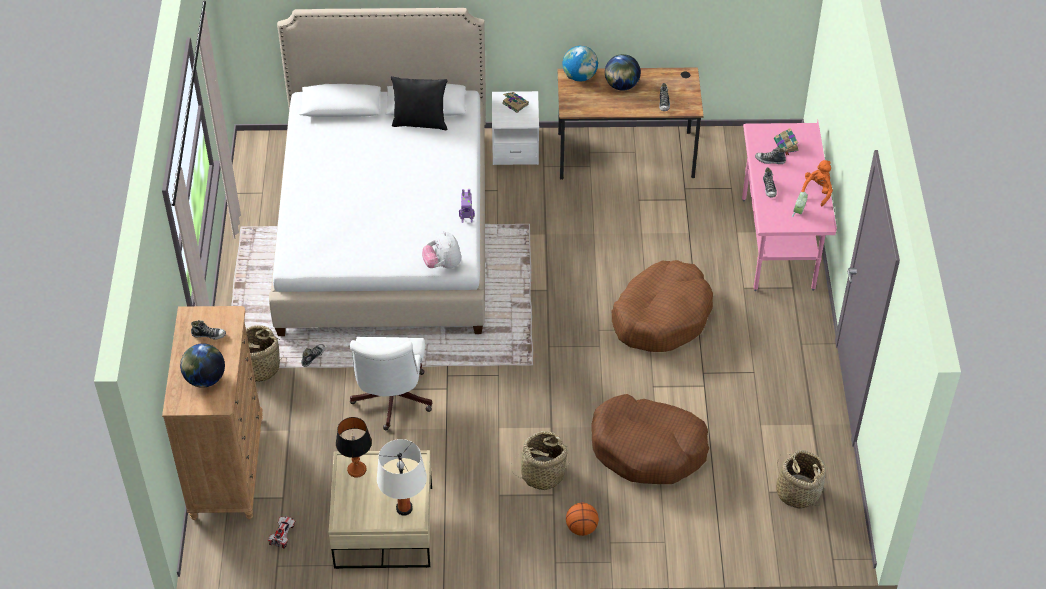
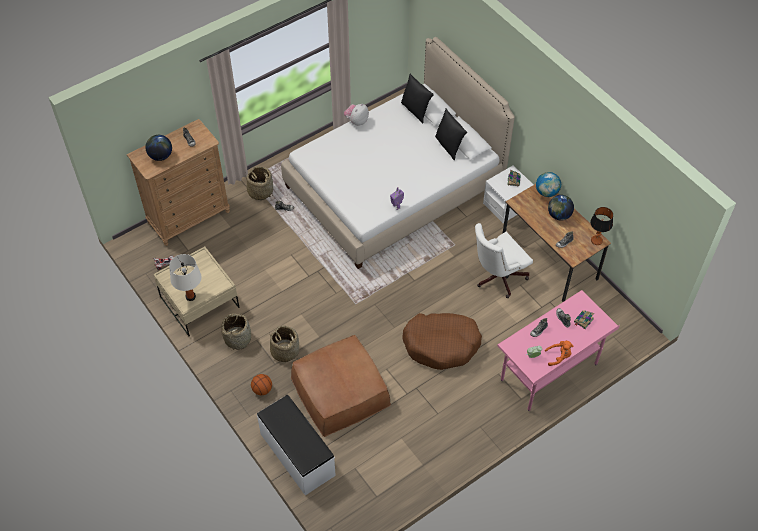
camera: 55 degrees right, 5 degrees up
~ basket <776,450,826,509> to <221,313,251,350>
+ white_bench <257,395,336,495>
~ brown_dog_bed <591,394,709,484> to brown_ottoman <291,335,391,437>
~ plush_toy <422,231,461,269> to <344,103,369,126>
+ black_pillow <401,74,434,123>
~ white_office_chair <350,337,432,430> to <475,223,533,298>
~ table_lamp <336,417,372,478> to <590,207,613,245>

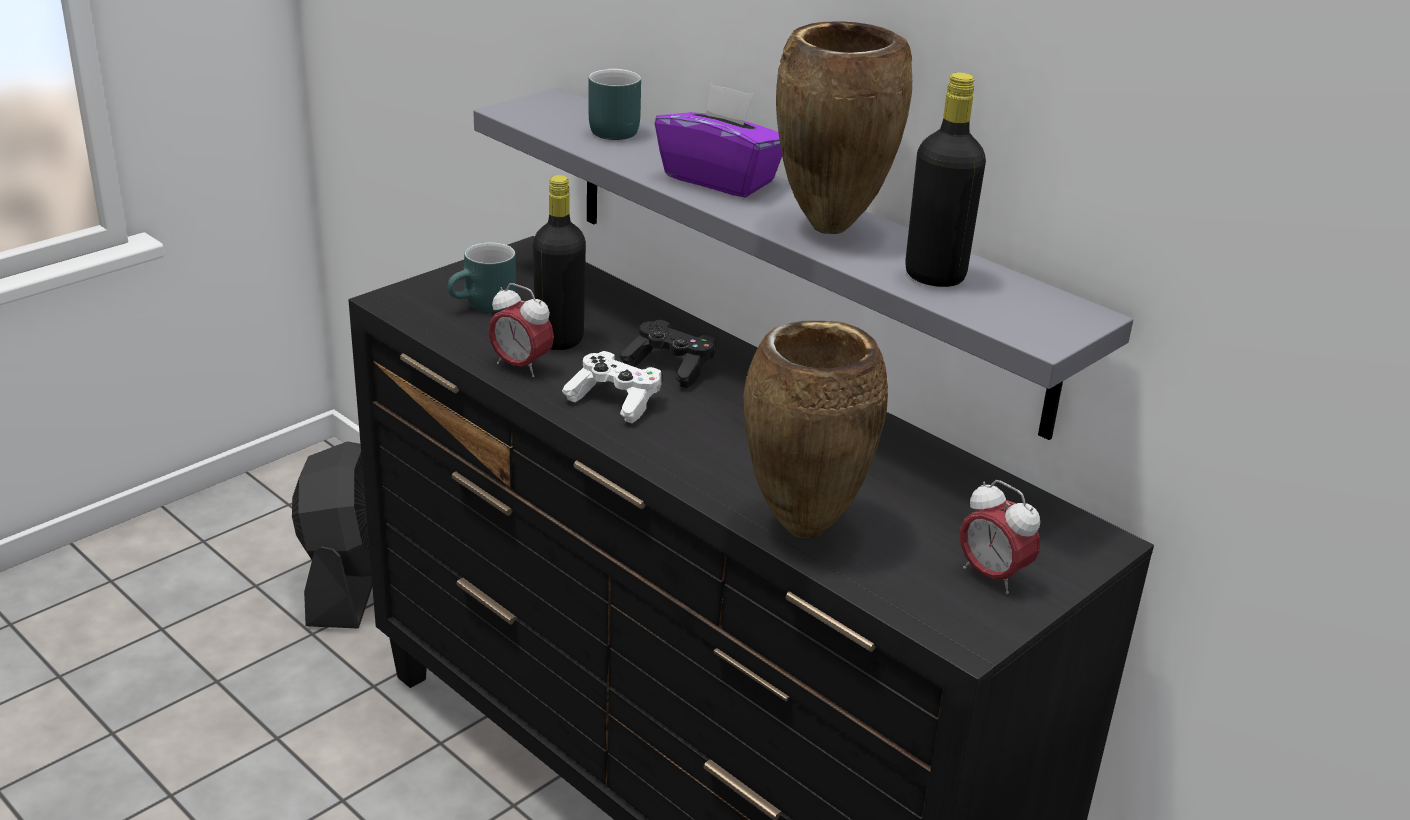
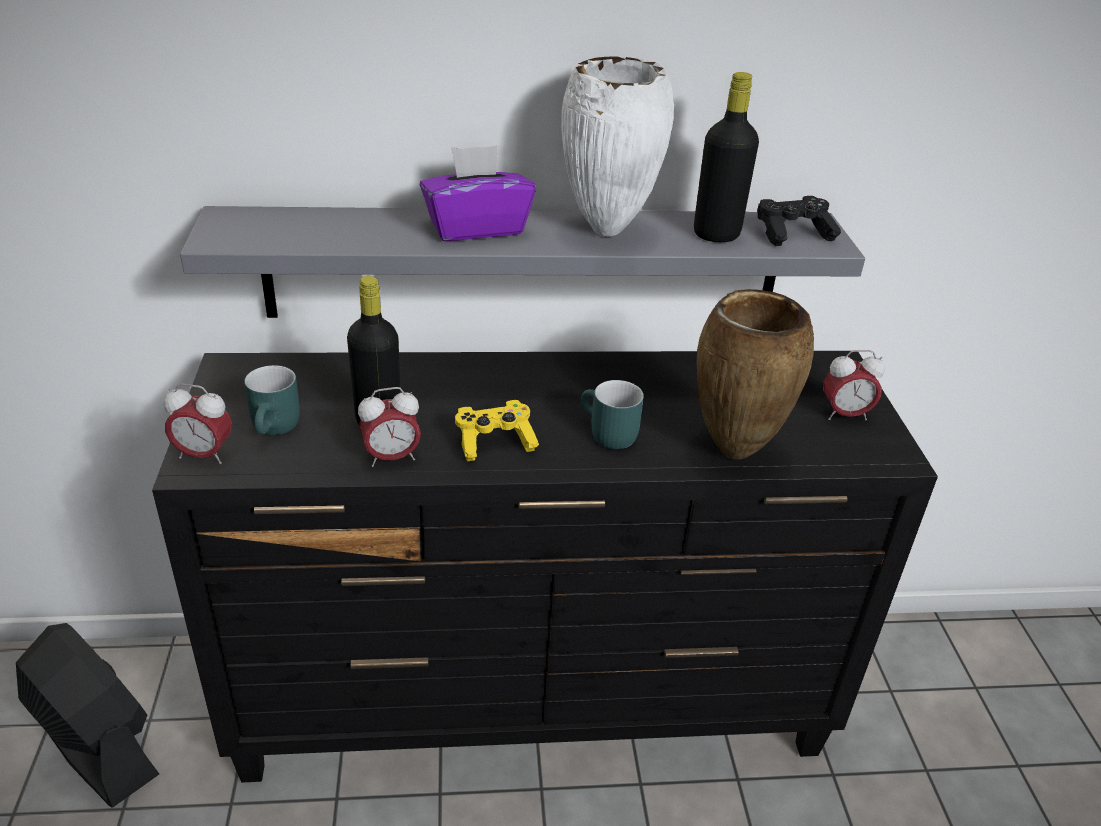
camera: 50 degrees left, 5 degrees up
+ alarm_clock <164,383,232,464>
~ white_game_controller <562,351,662,423> to yellow_game_controller <455,400,539,461>
~ brown_vase <776,22,912,234> to white_vase <561,57,674,237>
~ turquoise_mug <589,69,641,140> to <581,380,644,449>
~ black_game_controller <620,320,716,388> to <757,196,841,246>

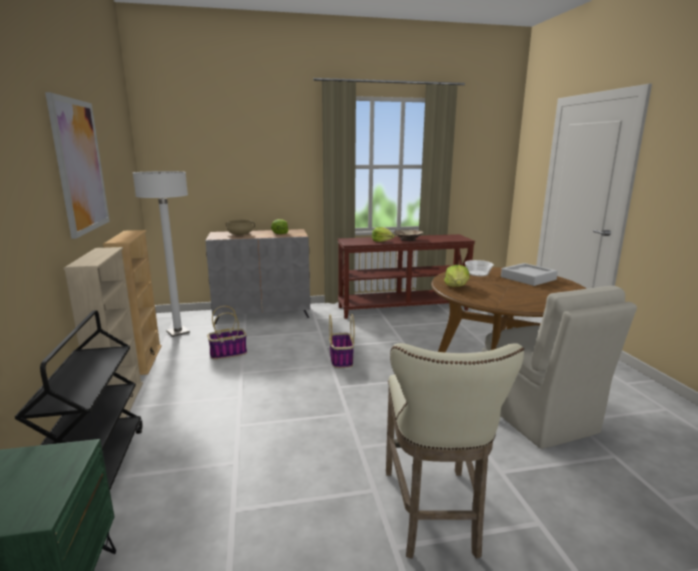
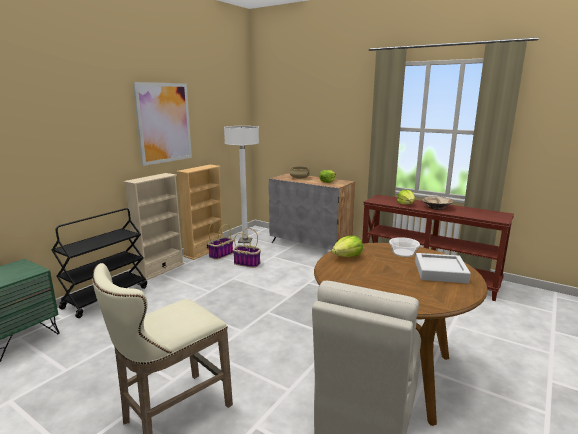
camera: 45 degrees right, 0 degrees up
~ basket <329,314,355,368> to <208,222,233,260>

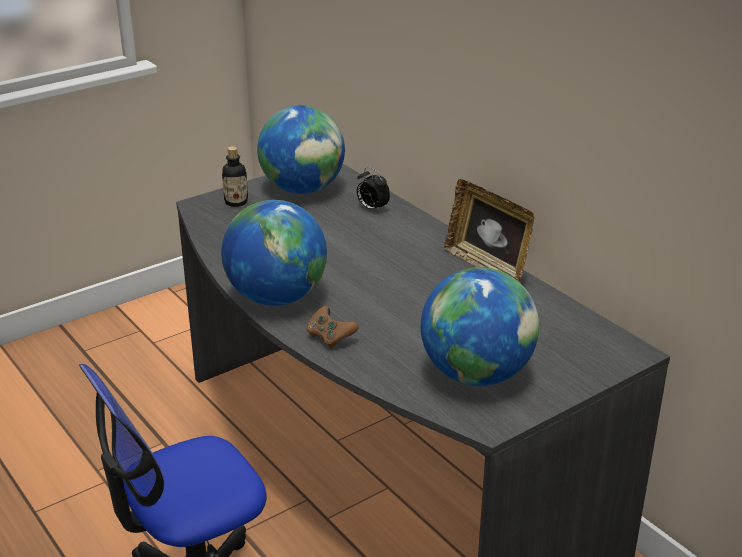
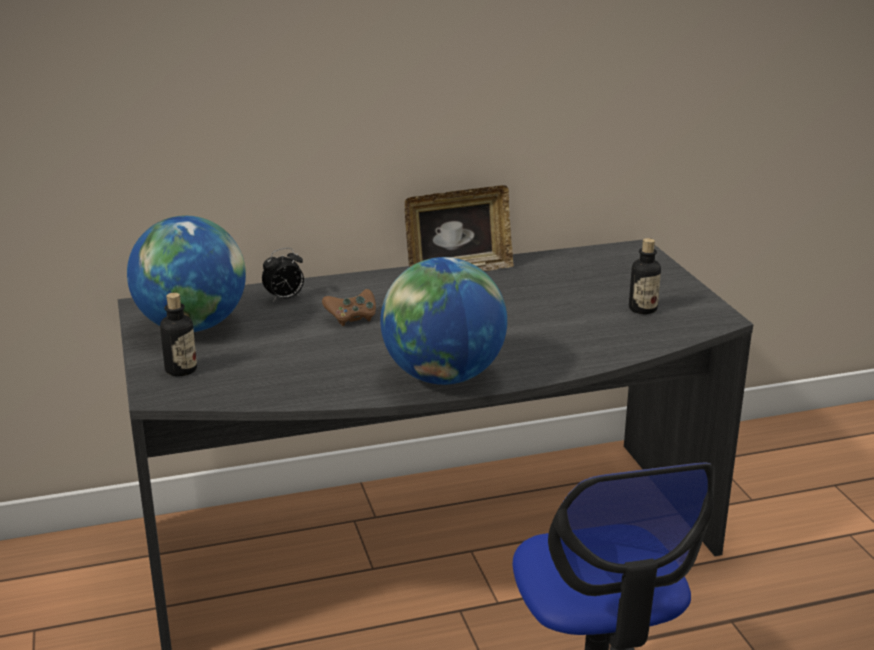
camera: 70 degrees left, 5 degrees down
~ brown_game_controller <306,306,359,348> to <322,289,376,326>
~ globe <421,267,539,386> to bottle <629,238,661,314>

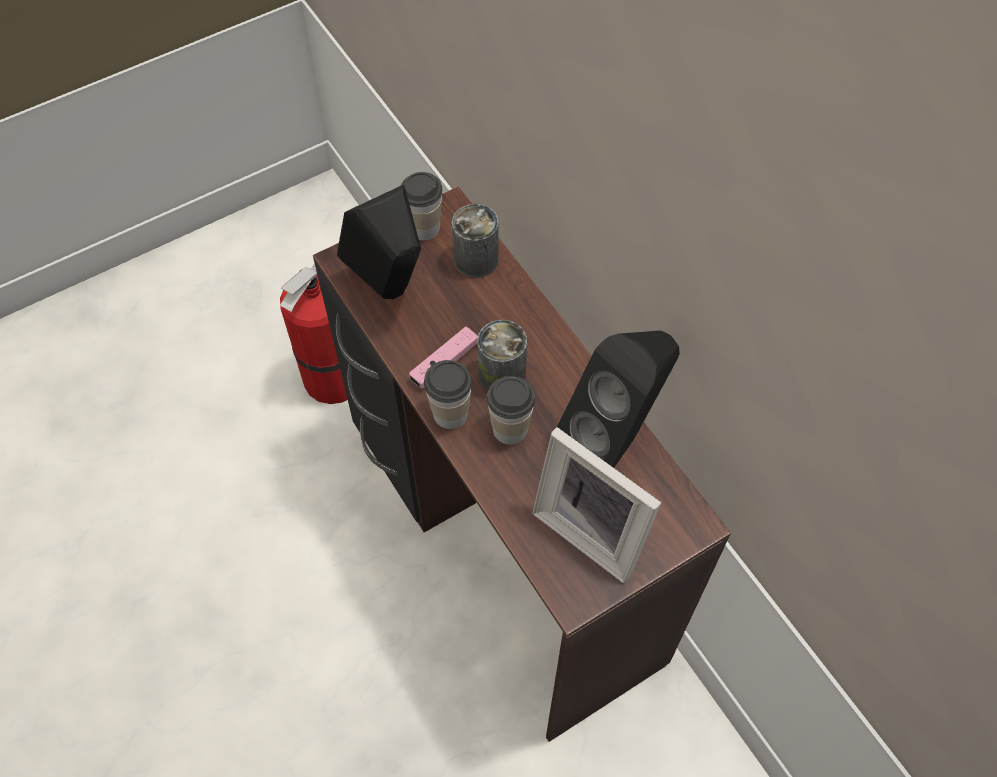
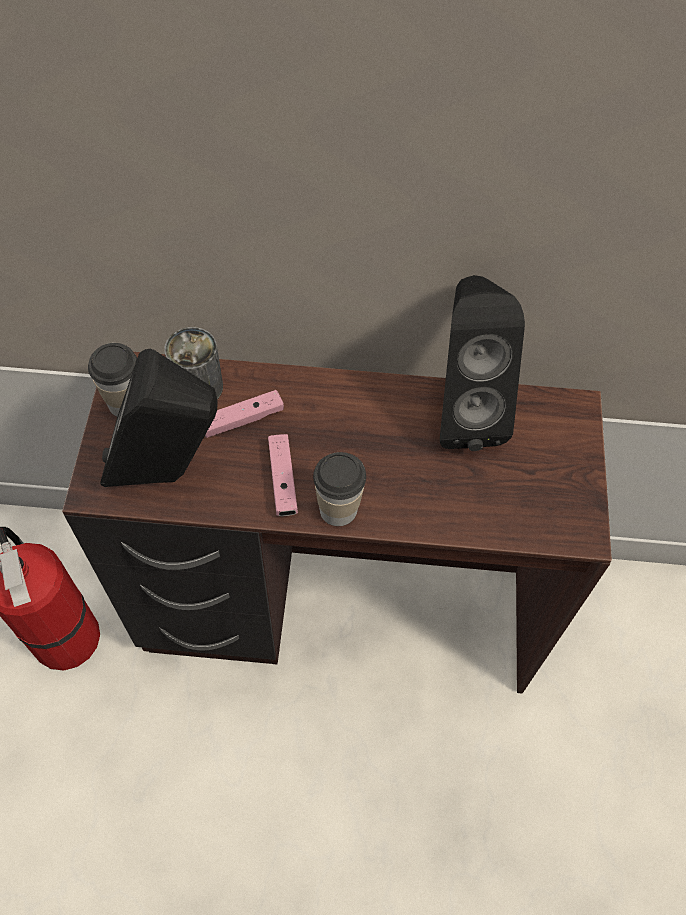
camera: 55 degrees left, 0 degrees up
+ pink_game_controller <205,390,284,438>
- can <477,320,527,391>
- cup <487,376,535,445>
- picture_frame <532,427,661,584>

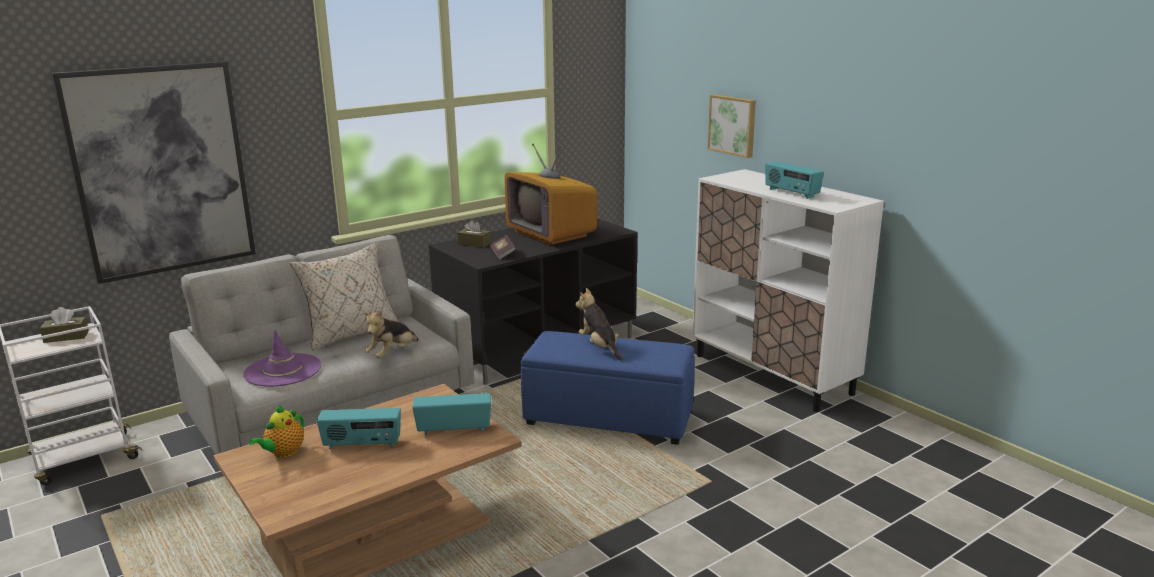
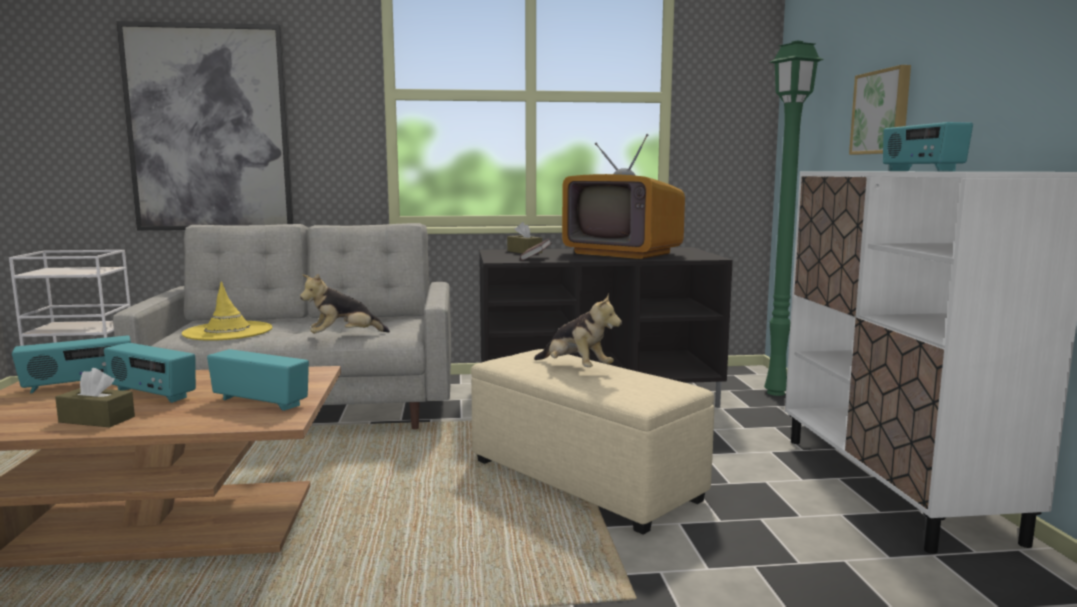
camera: 30 degrees right, 10 degrees down
~ teapot <249,405,304,458> to radio <12,335,131,393>
~ brown_tissue_box <40,307,89,343> to <55,368,135,427>
~ purple_hat <243,330,321,387> to yellow_hat <182,282,273,341>
~ blue_ottoman <521,331,695,445> to beige_ottoman <471,349,714,535>
~ plush_toy <575,288,624,361> = <534,293,622,367> 135 degrees clockwise
~ television <504,144,597,245> = <562,134,685,259> 45 degrees counterclockwise
+ green_floor_lamp <764,40,824,396>
- beige_pillow <290,242,398,350>

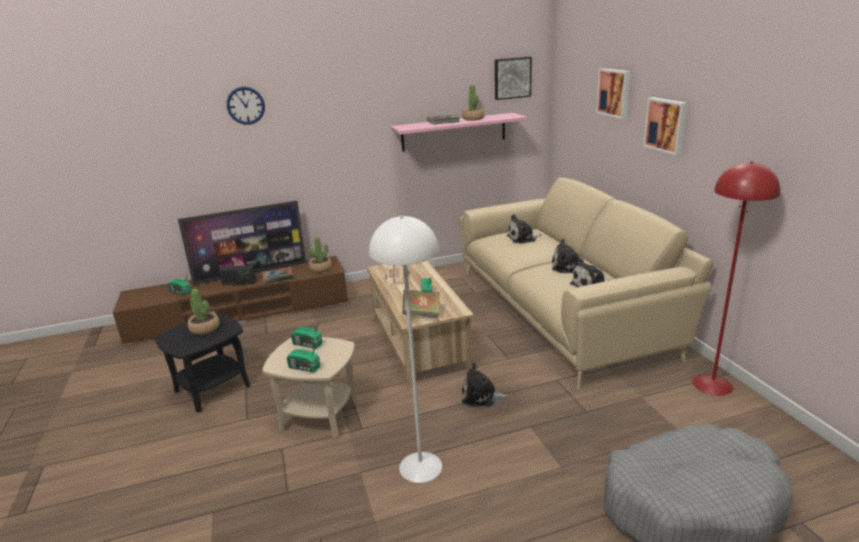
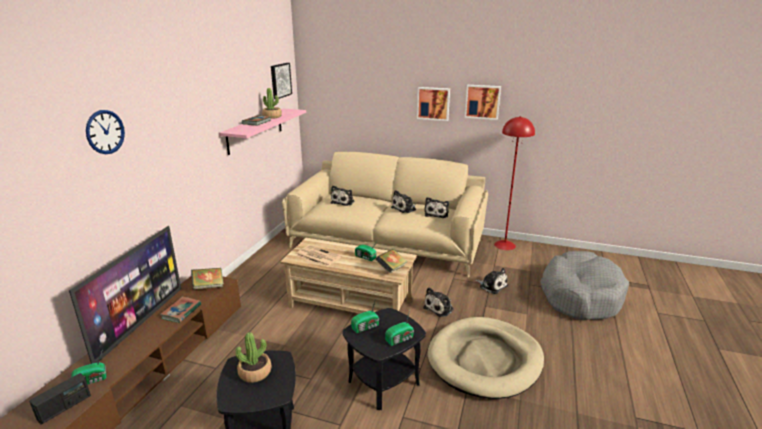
camera: 55 degrees left, 0 degrees up
~ radio <219,265,256,285> to <29,373,91,425>
~ potted_plant <309,237,332,273> to book <191,268,224,289>
~ beige_side_table <262,337,358,438> to black_side_table <342,308,426,410>
~ white_floor_lamp <369,216,442,483> to beige_dog_bed <428,317,544,399>
~ picture <596,68,630,119> to <465,85,501,120>
+ plush_toy <475,268,508,294>

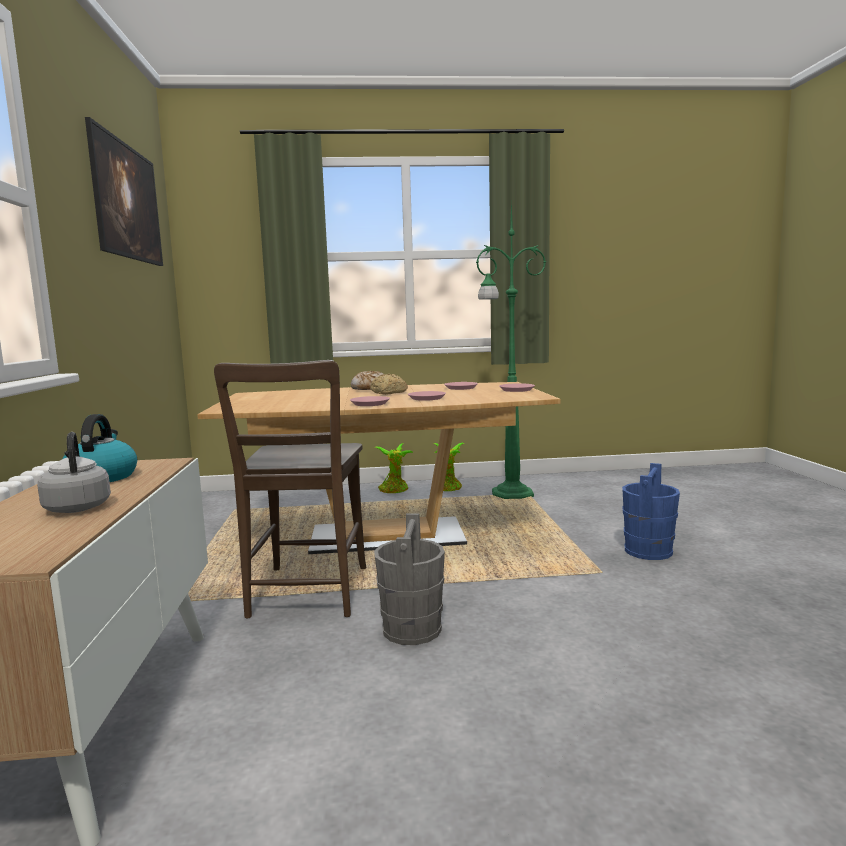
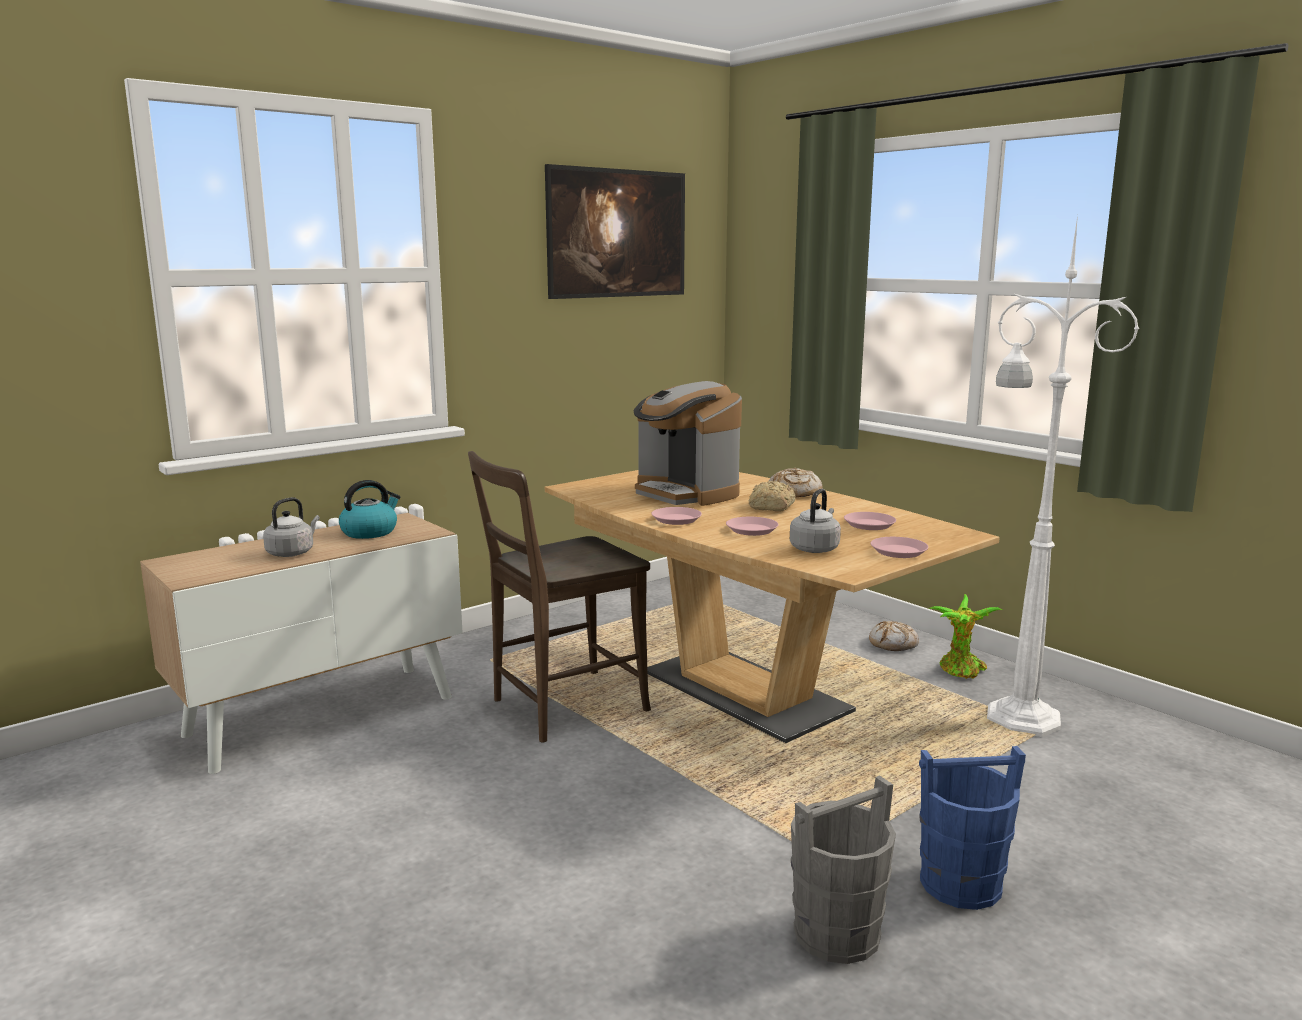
camera: 55 degrees right, 5 degrees up
+ coffee_machine <633,381,742,506>
+ grey_kettle <790,489,841,553>
~ grey_bucket <374,513,445,645> to <791,775,896,964>
~ potted_plant <375,443,414,493> to bread <869,621,919,651>
~ green_floor_lamp <476,202,546,499> to white_floor_lamp <987,215,1140,737>

